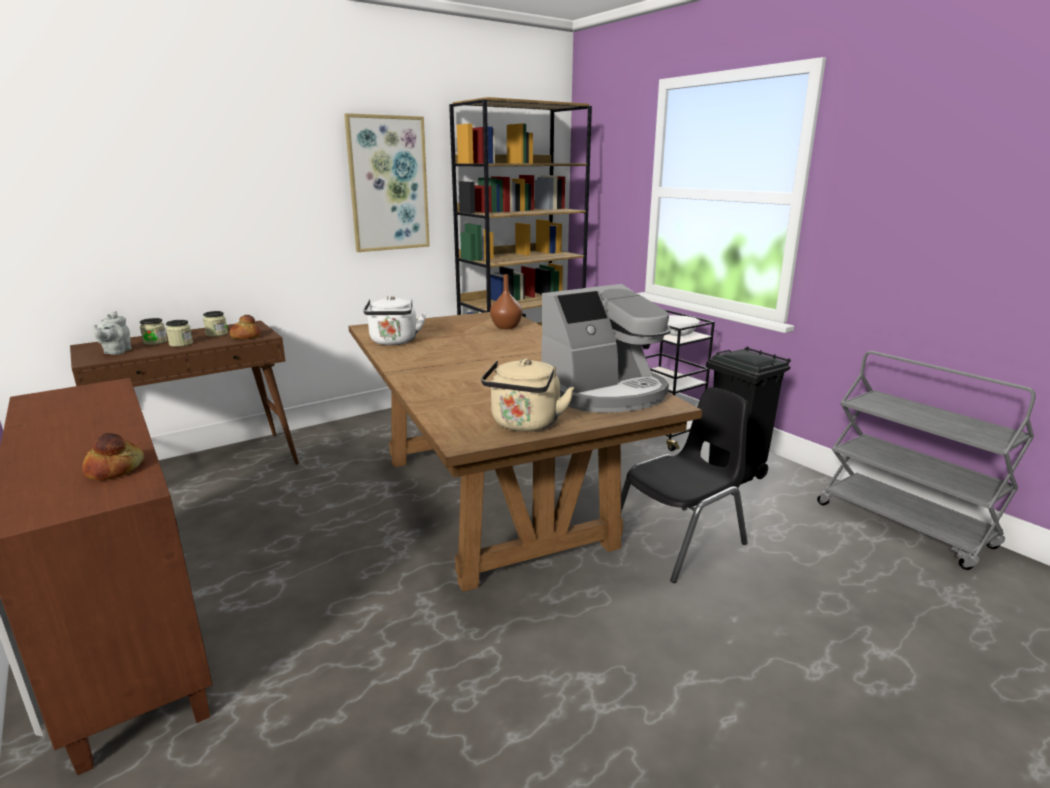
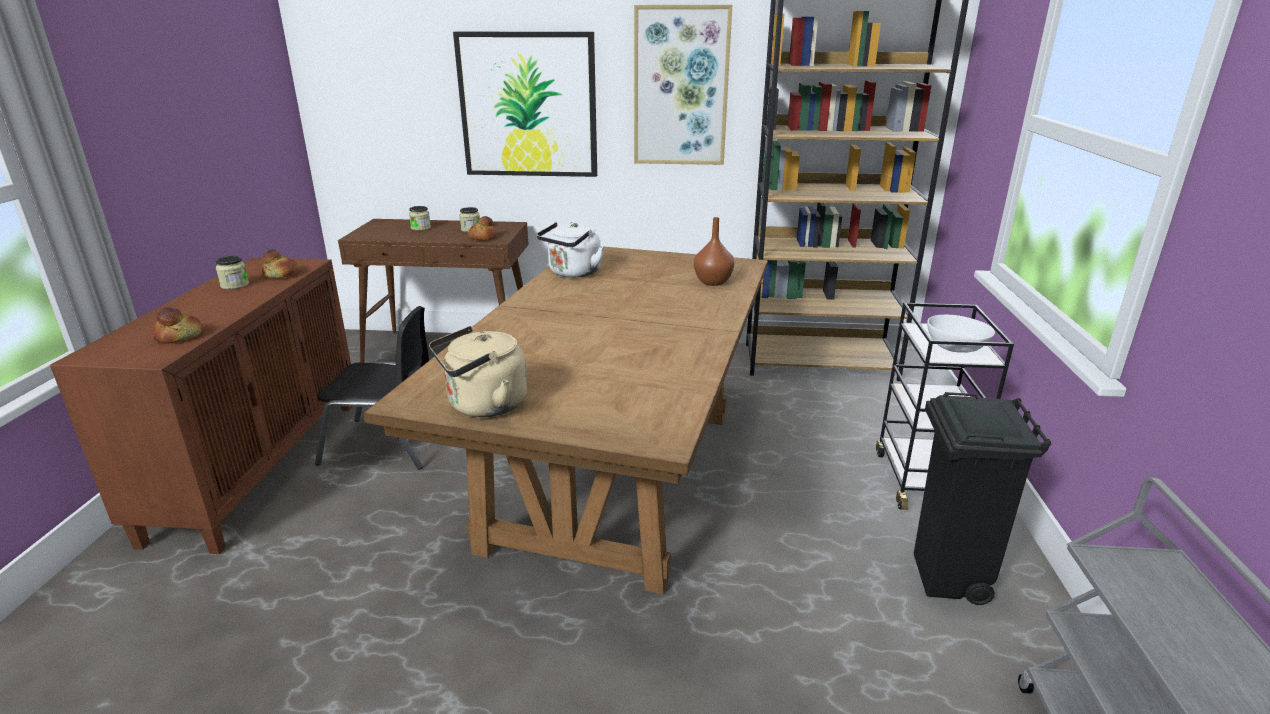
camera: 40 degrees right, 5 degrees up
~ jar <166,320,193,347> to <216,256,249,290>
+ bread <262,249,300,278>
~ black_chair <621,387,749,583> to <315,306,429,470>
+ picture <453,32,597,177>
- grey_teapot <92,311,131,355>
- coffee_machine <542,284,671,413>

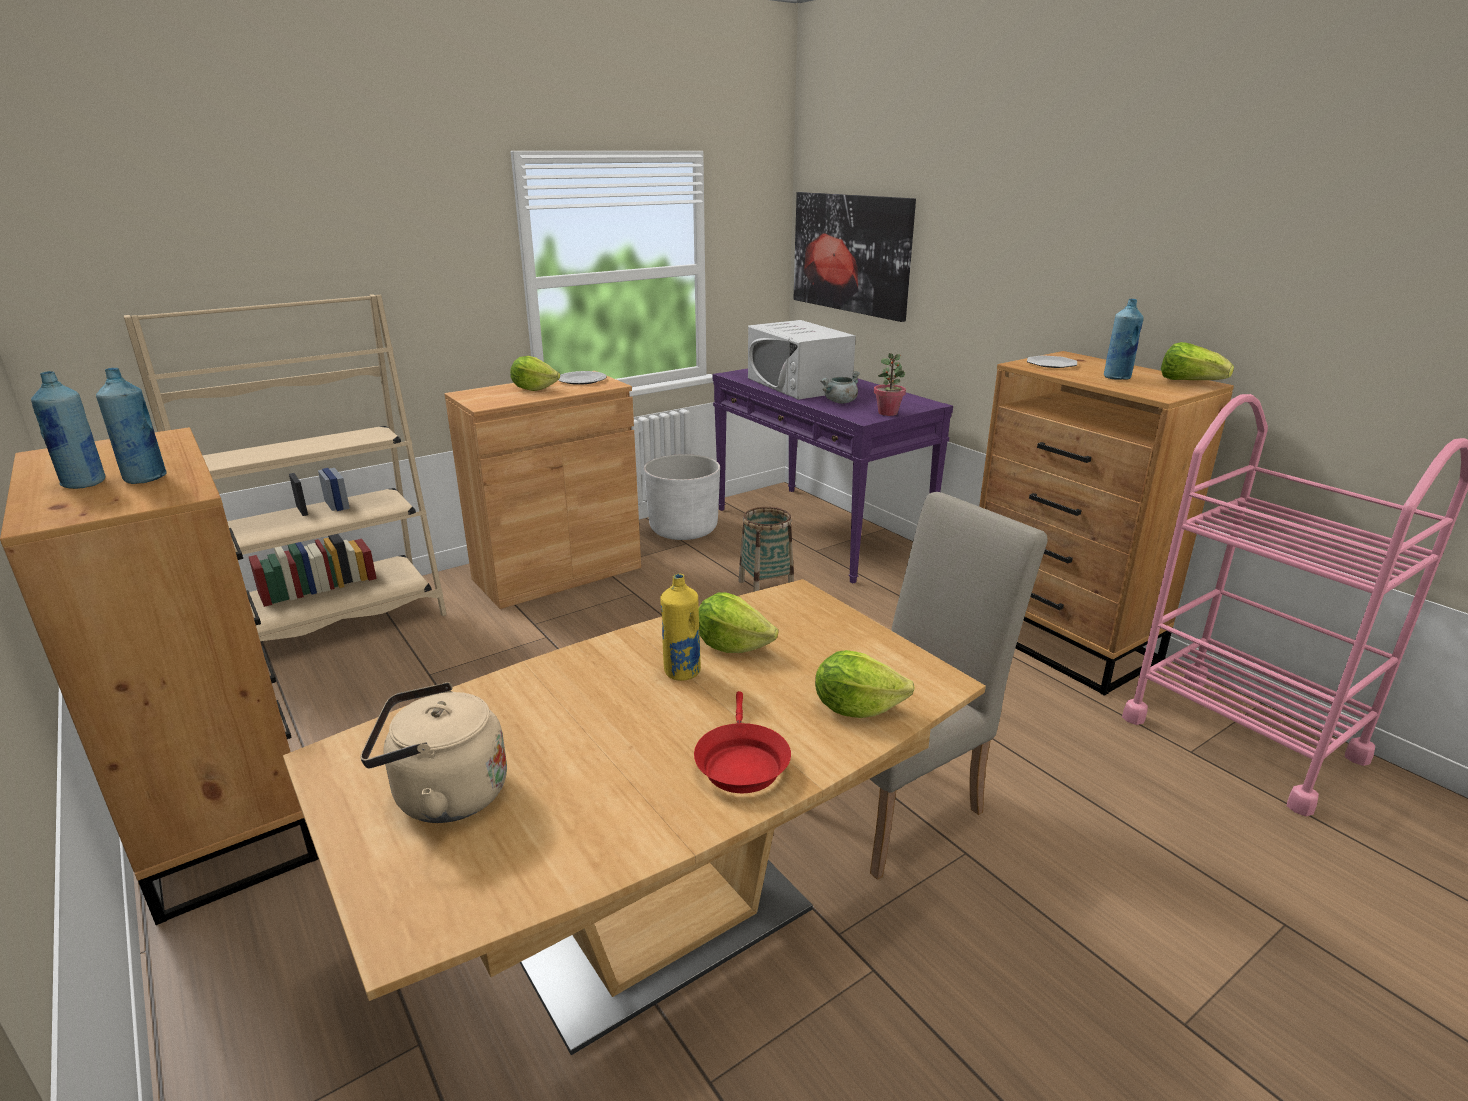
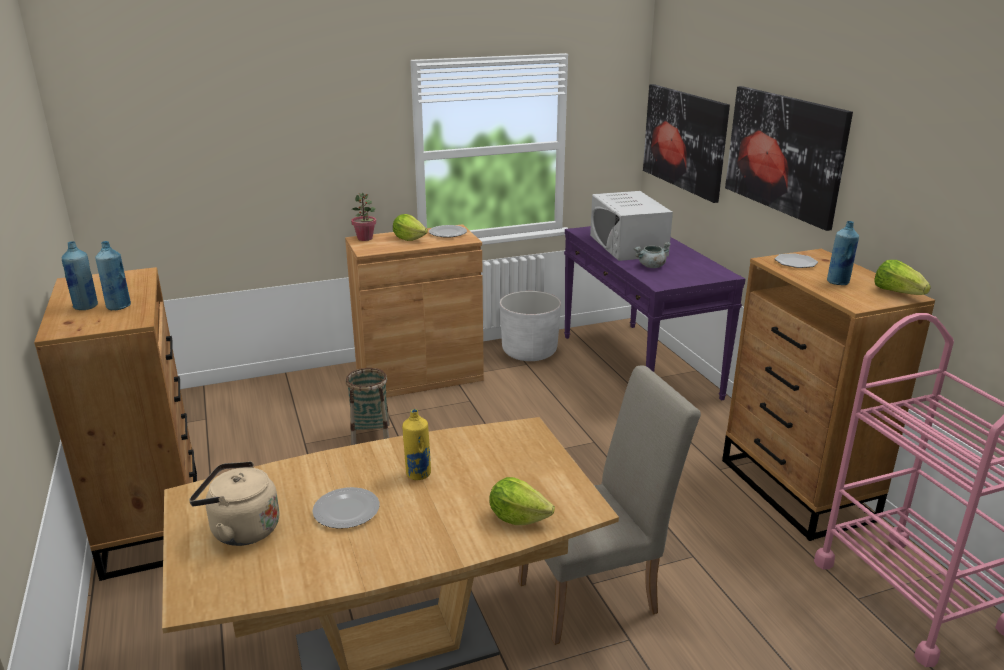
camera: 15 degrees right, 0 degrees up
+ plate <312,487,380,529>
~ basket <739,507,794,592> to <345,368,390,445>
~ potted_plant <874,353,906,416> to <351,193,376,241>
+ picture <725,86,853,231>
- beige_bookcase <123,294,447,641>
- red_frying_pan <694,691,791,793>
- lettuce <699,592,778,653>

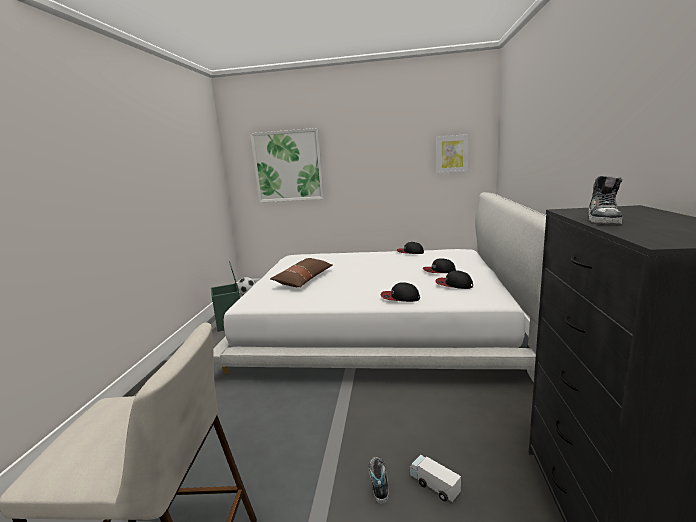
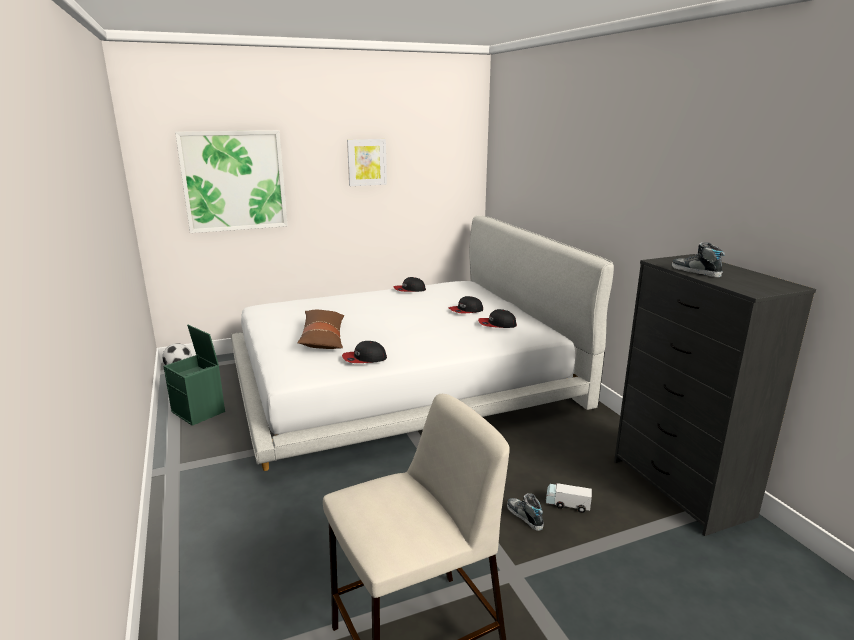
camera: 30 degrees left, 5 degrees up
~ cap <381,282,420,302> to <342,341,387,363>
~ picture <436,134,469,174> to <347,139,387,186>
~ shoe <589,176,623,224> = <672,242,725,277> 150 degrees clockwise

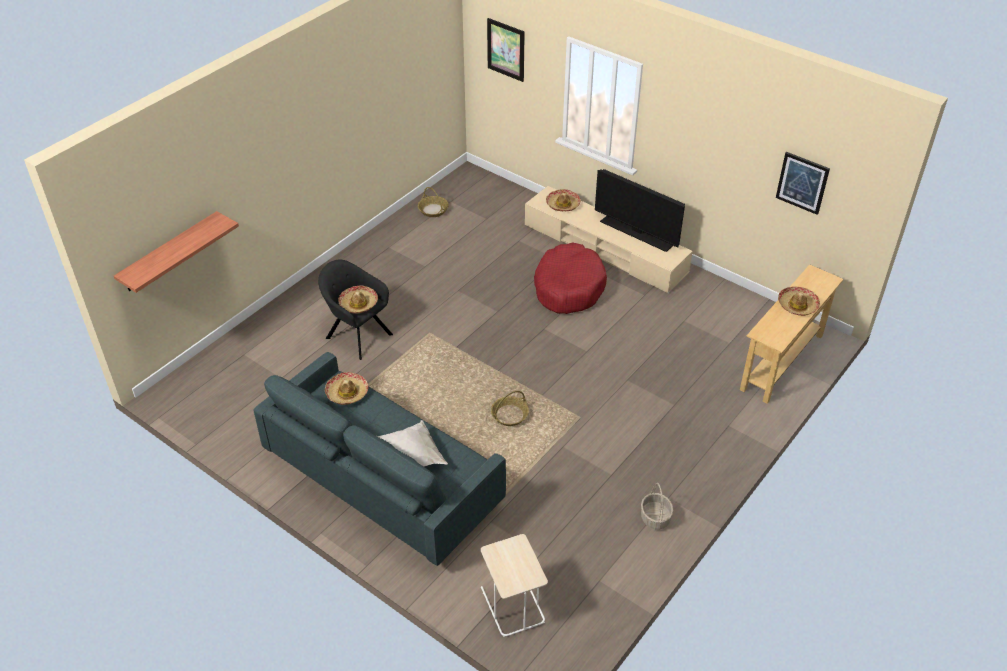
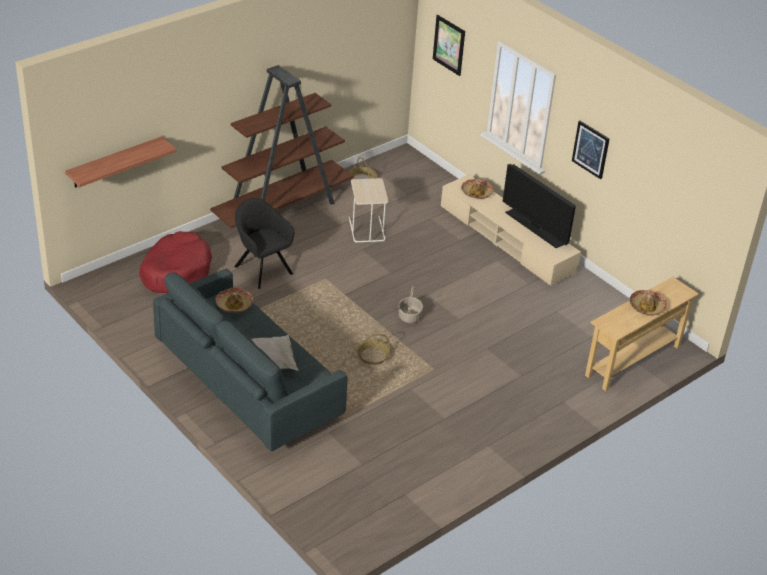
camera: 10 degrees right, 5 degrees down
~ red_dog_bed <534,242,607,314> to <139,231,212,293>
+ brown_bookcase <210,65,354,228>
~ beige_side_table <481,534,548,637> to <349,178,388,243>
~ basket <641,483,673,530> to <398,285,423,323>
~ picture <776,152,830,215> to <572,121,610,179>
- hat <338,285,378,313>

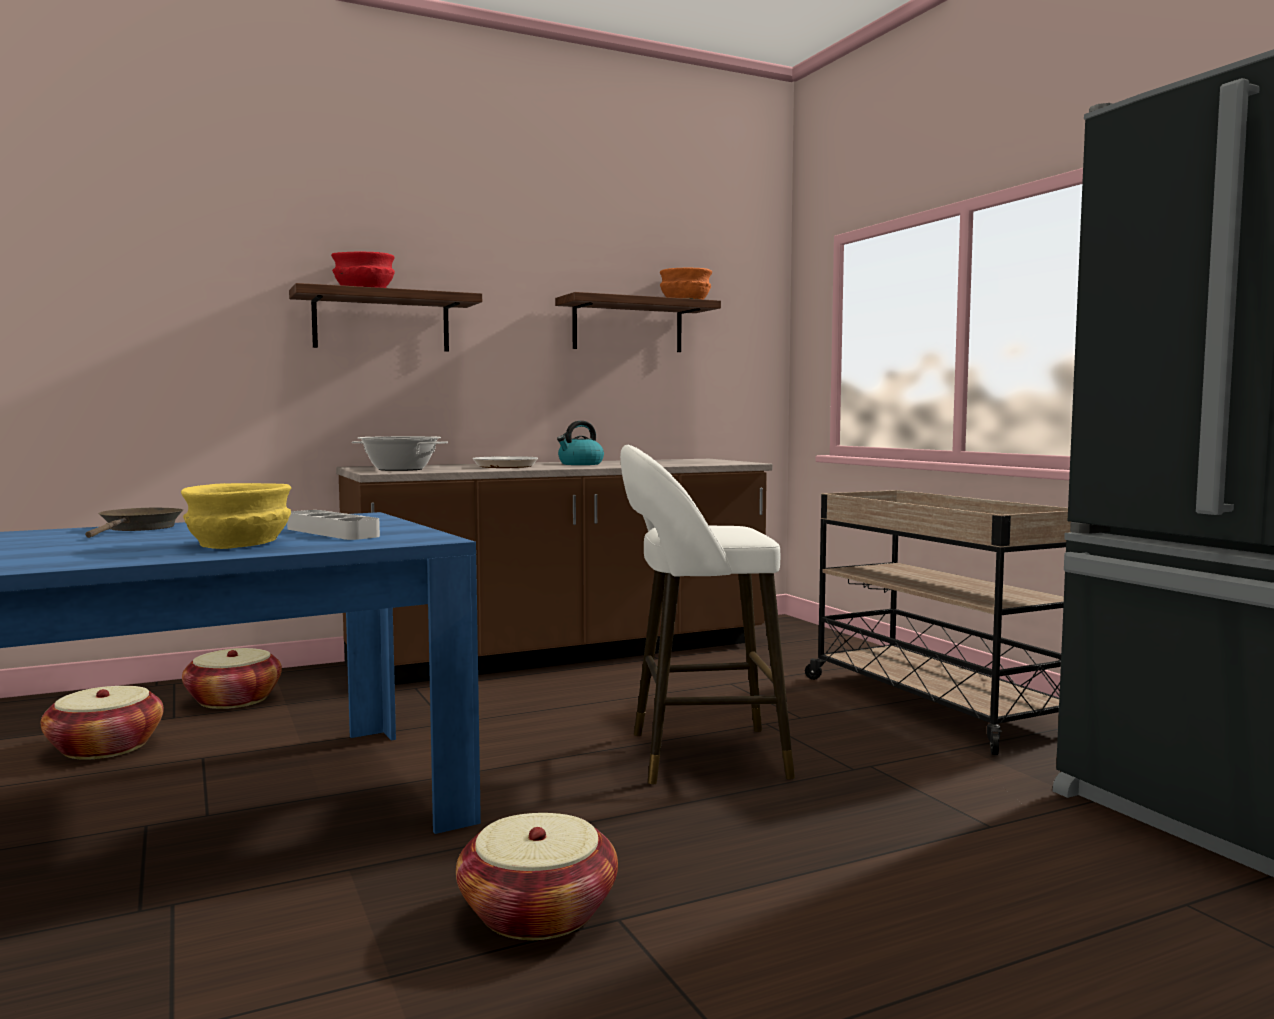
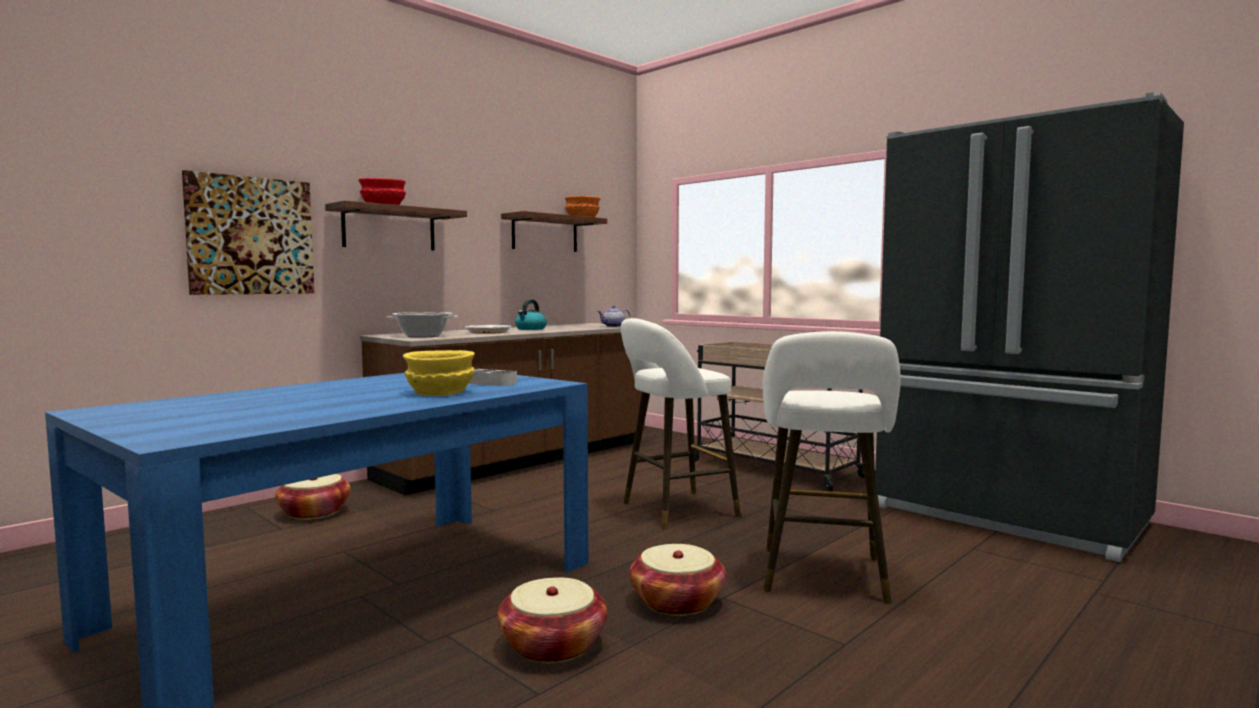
camera: 20 degrees left, 0 degrees up
+ picture <182,170,314,295>
~ basket <41,686,164,760> to <497,577,607,663>
+ teapot <597,306,630,327>
+ white_stool <763,331,901,603>
- brown_frying_pan <85,508,183,538>

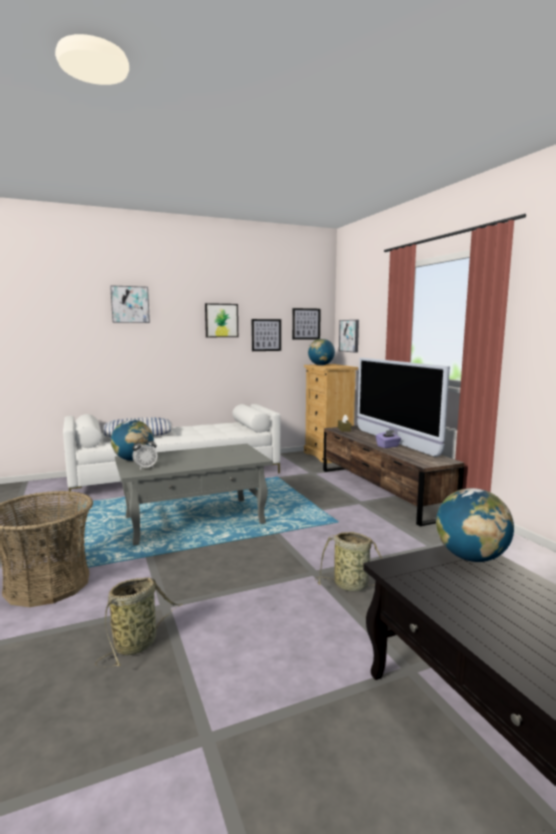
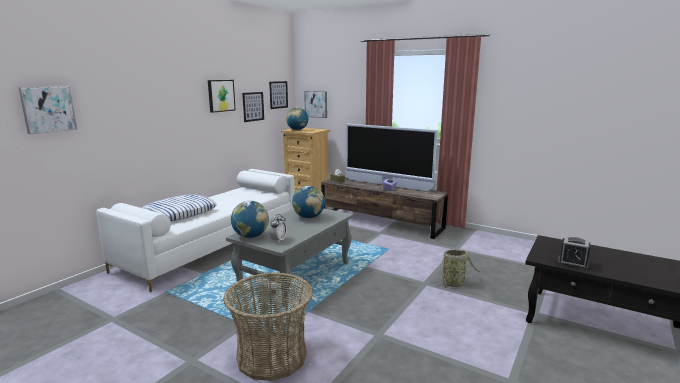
camera: 35 degrees left, 5 degrees up
~ picture <110,285,150,323> to <18,86,77,134>
~ globe <436,488,514,562> to <292,186,325,218>
+ alarm_clock <558,237,590,270>
- basket <95,577,183,667>

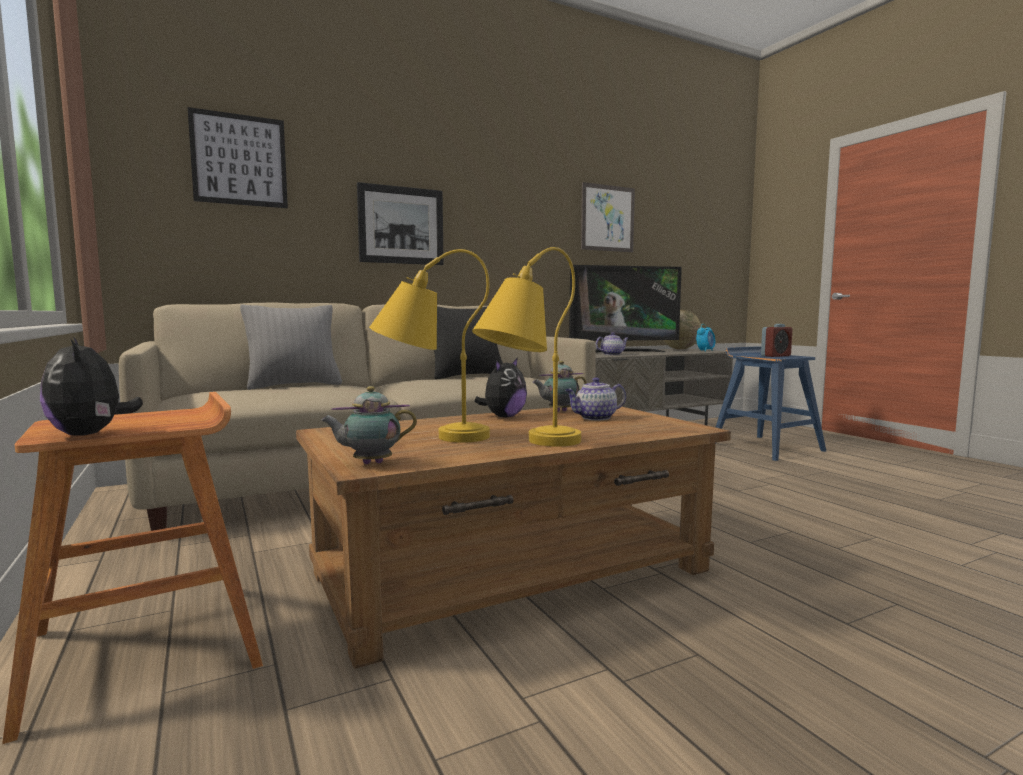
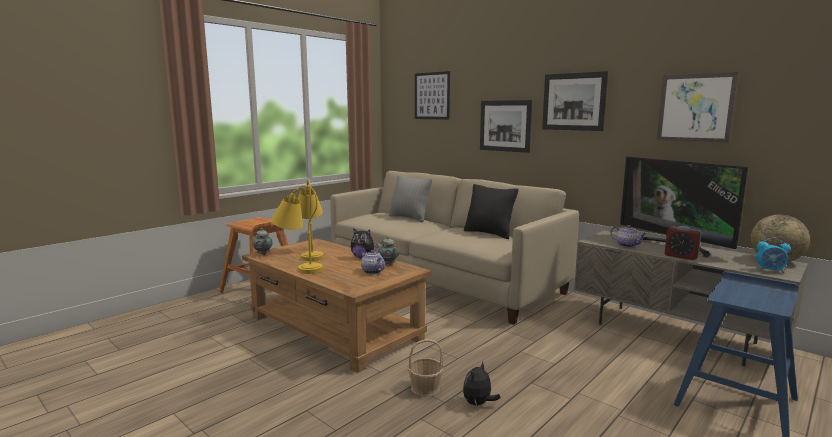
camera: 70 degrees right, 5 degrees up
+ basket <408,339,444,396>
~ plush_toy <40,337,143,435> to <463,361,501,405>
+ picture <542,71,608,131>
~ alarm_clock <761,324,793,357> to <665,226,701,260>

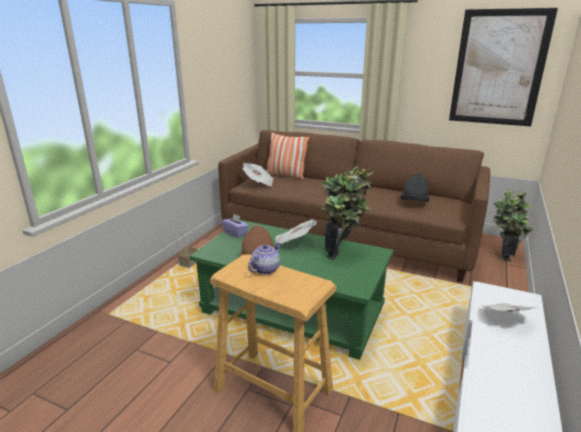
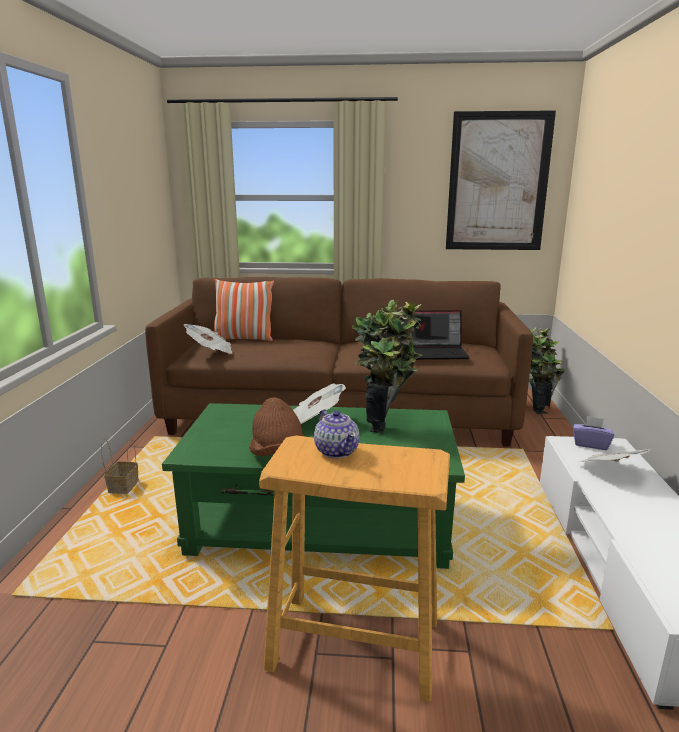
camera: 20 degrees left, 5 degrees down
~ teapot <248,242,281,274> = <314,409,359,458> 135 degrees clockwise
~ black_hat <400,174,430,202> to laptop <412,310,470,360>
~ purple_tissue_box <221,214,249,238> to <573,416,614,450>

